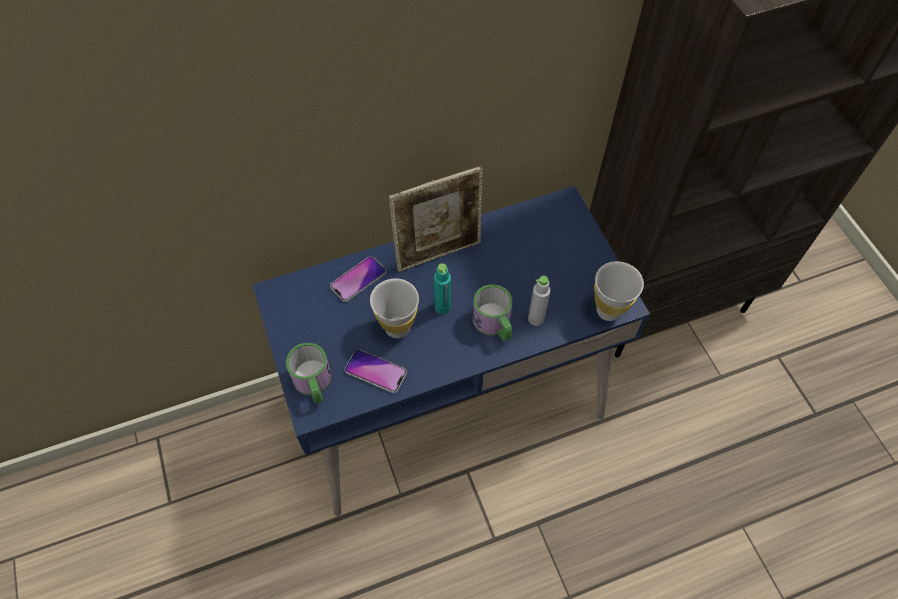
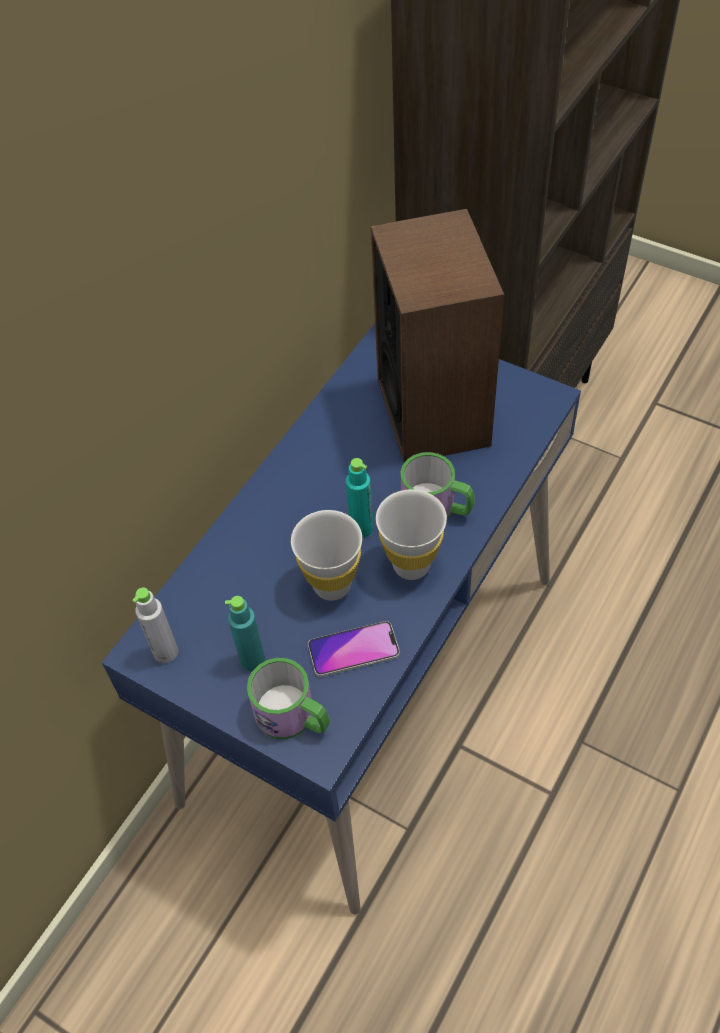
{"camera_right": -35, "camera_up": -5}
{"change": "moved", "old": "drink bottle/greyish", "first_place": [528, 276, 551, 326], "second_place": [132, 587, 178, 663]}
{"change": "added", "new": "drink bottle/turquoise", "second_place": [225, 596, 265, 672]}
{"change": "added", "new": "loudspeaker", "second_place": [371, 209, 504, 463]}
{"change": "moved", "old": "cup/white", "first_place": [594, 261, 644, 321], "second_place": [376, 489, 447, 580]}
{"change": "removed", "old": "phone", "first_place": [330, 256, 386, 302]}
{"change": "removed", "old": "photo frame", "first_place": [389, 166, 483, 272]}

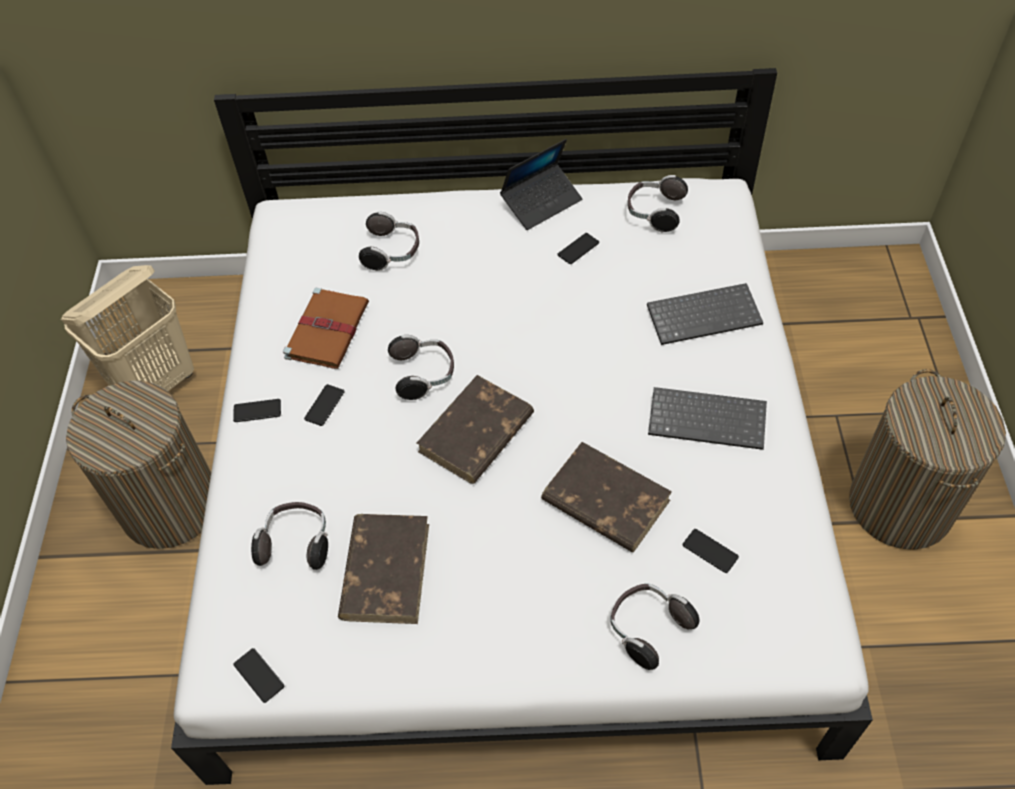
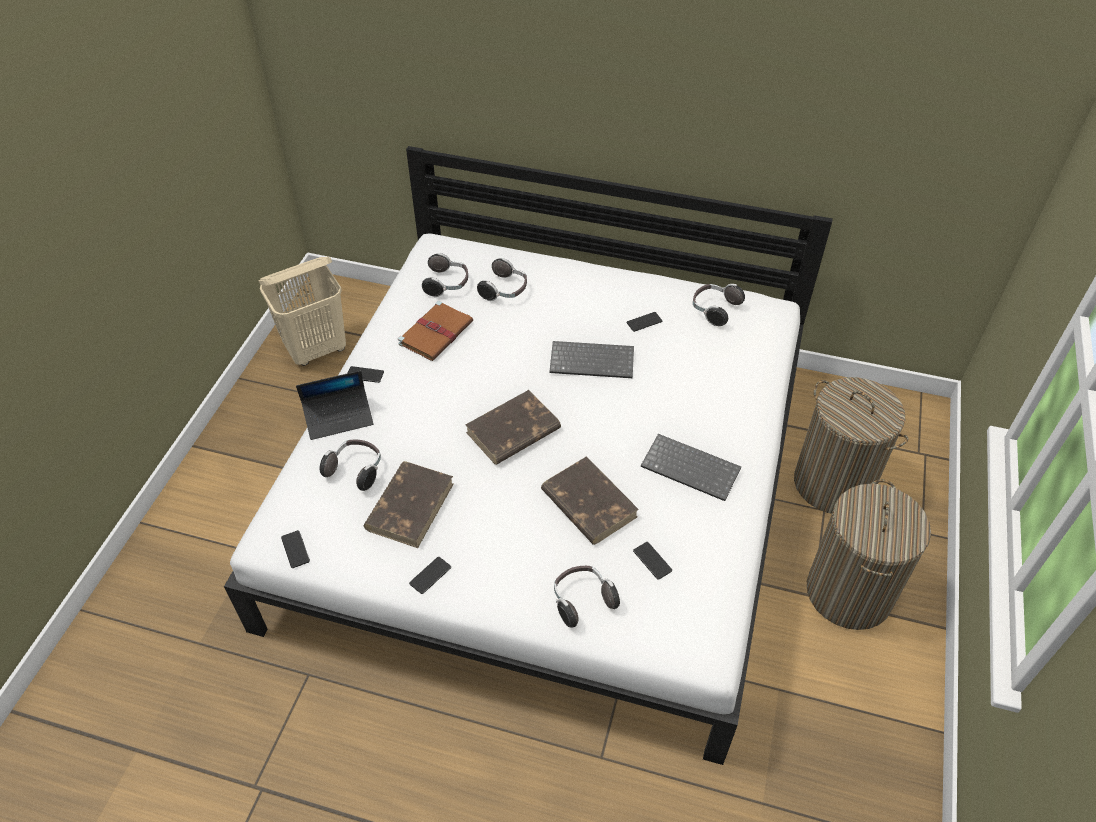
{"camera_right": 15, "camera_up": -5}
{"change": "moved", "old": "portable computer", "first_place": [500, 139, 582, 230], "second_place": [296, 371, 374, 440]}
{"change": "moved", "old": "phone", "first_place": [304, 384, 344, 426], "second_place": [409, 557, 451, 594]}
{"change": "moved", "old": "headphones", "first_place": [388, 335, 454, 400], "second_place": [422, 253, 468, 297]}
{"change": "moved", "old": "PC keyboard", "first_place": [647, 283, 763, 345], "second_place": [549, 341, 634, 378]}
{"change": "moved", "old": "washing basket", "first_place": [66, 380, 211, 549], "second_place": [794, 377, 908, 514]}

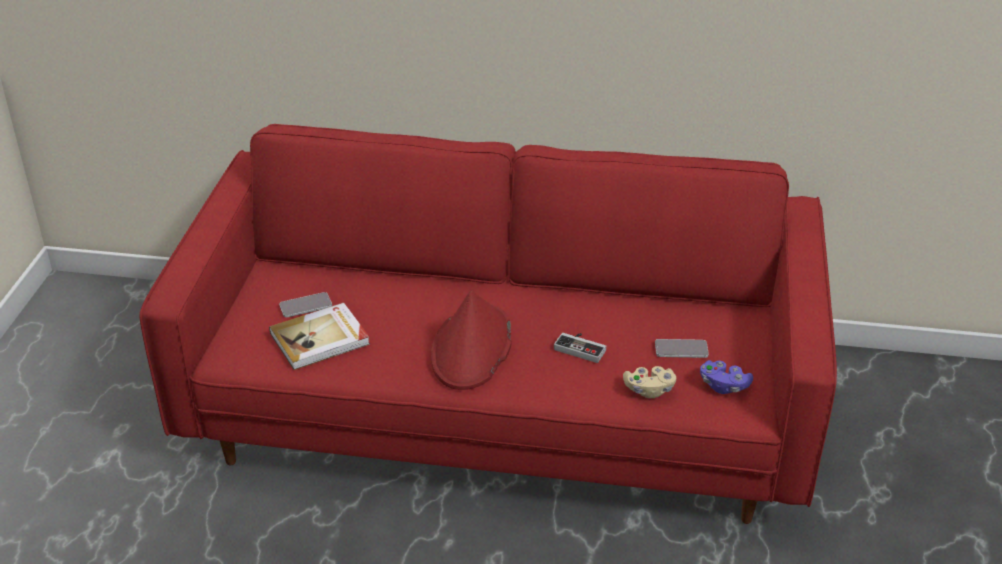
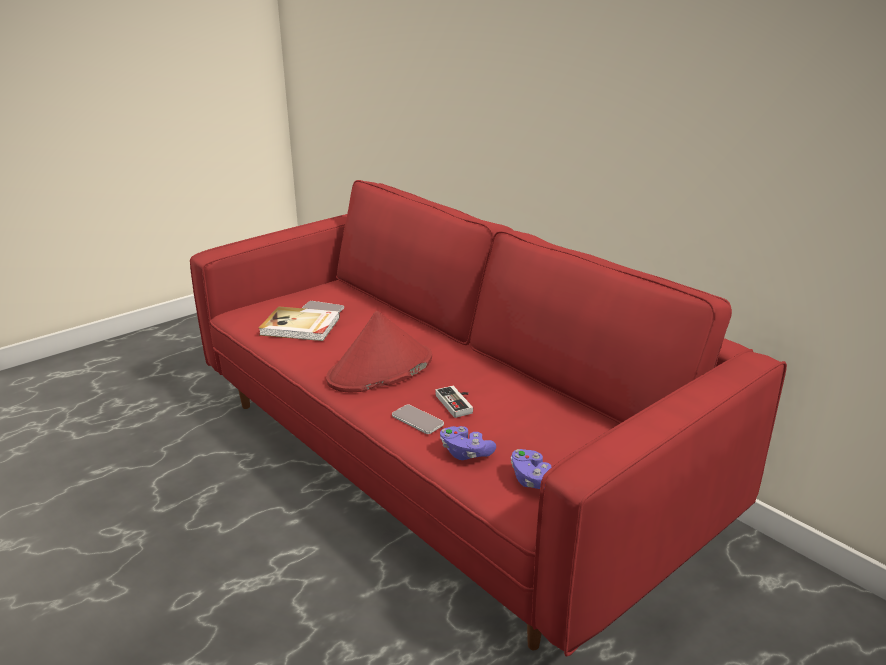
{"camera_right": 40, "camera_up": -10}
{"change": "moved", "old": "phone", "first_place": [655, 339, 709, 358], "second_place": [392, 404, 444, 434]}
{"change": "recoloured", "old": "game controller/beige-coloured", "new": "game controller/purple", "first_place": [623, 366, 676, 398], "second_place": [440, 426, 496, 460]}

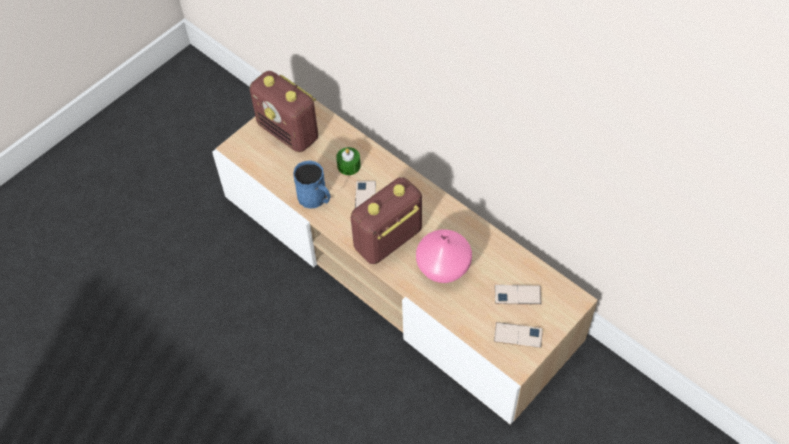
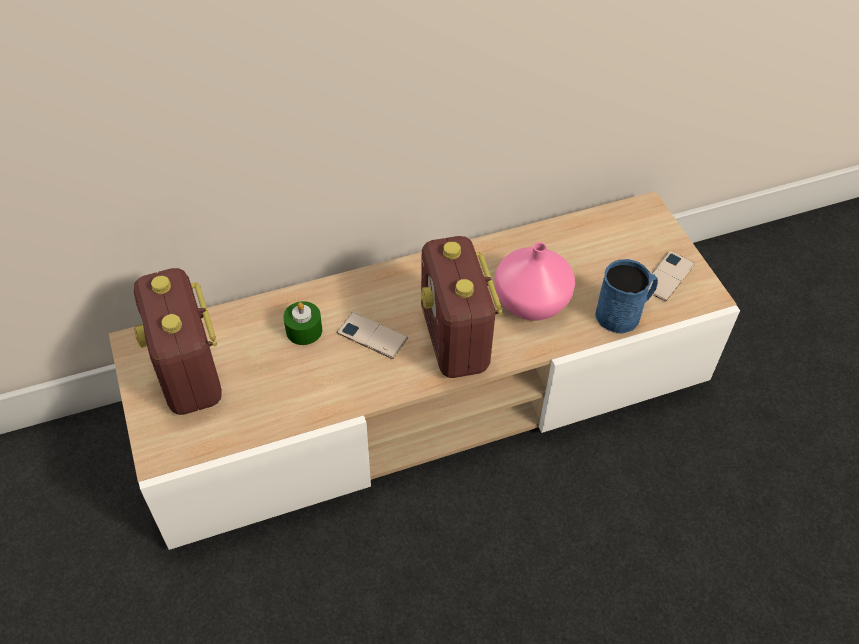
{"camera_right": -65, "camera_up": -5}
{"change": "turned", "old": "radio", "first_place": [250, 71, 318, 152], "second_place": [134, 268, 222, 415], "degrees": 90}
{"change": "moved", "old": "coffee mug/blue", "first_place": [294, 161, 330, 209], "second_place": [595, 259, 658, 334]}
{"change": "removed", "old": "phone", "first_place": [495, 285, 542, 305]}

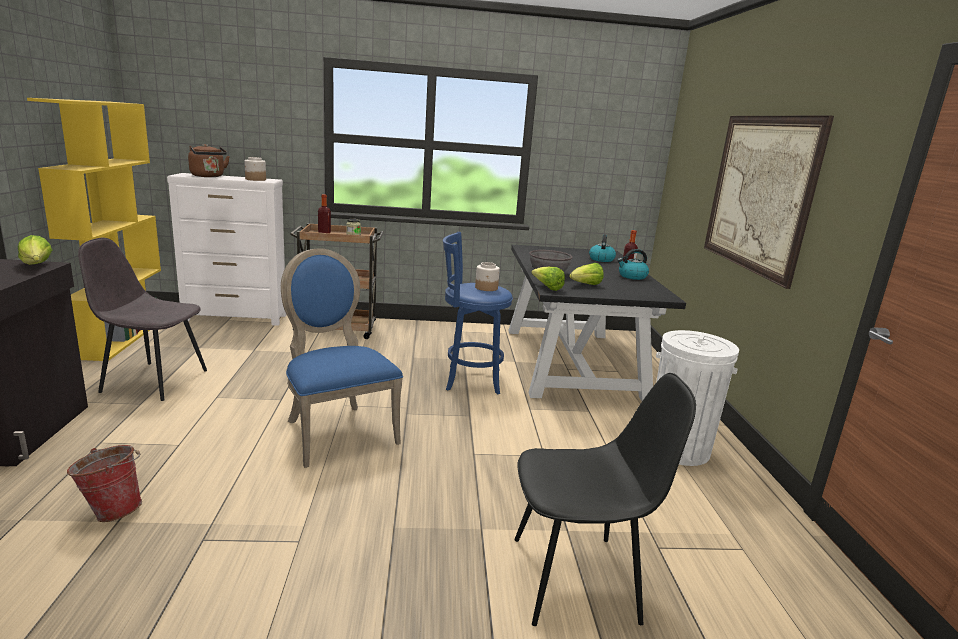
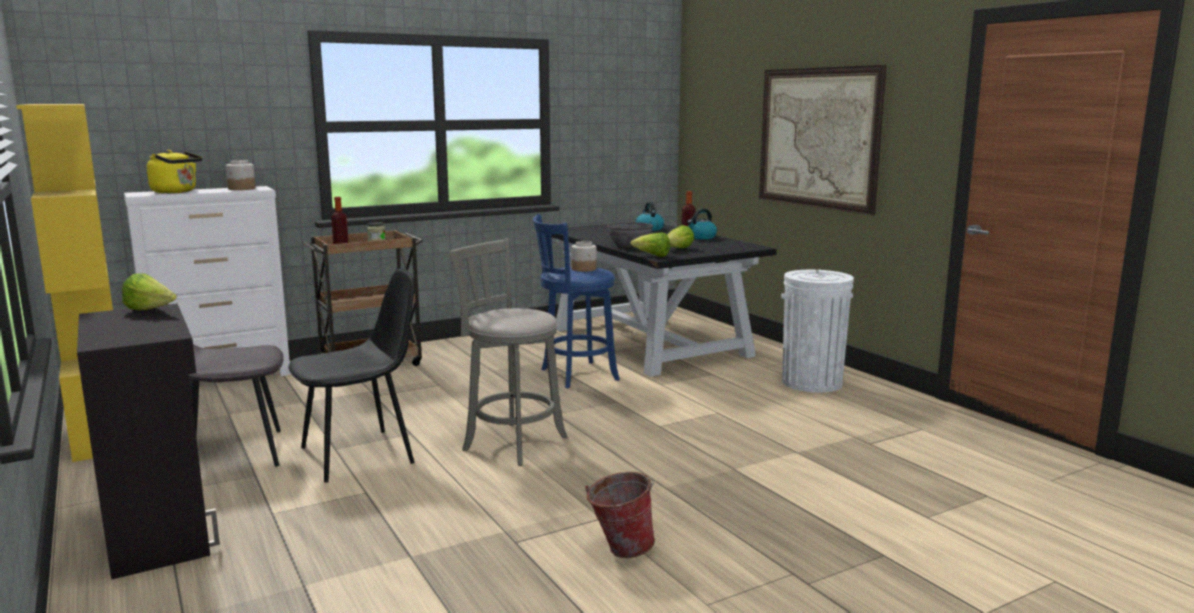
{"camera_right": -25, "camera_up": -5}
{"change": "recoloured", "old": "tea kettle/brownish", "new": "tea kettle/yellow", "first_place": [188, 144, 230, 177], "second_place": [147, 150, 202, 193]}
{"change": "moved", "old": "upright chair/blackish", "first_place": [515, 373, 696, 626], "second_place": [288, 268, 415, 483]}
{"change": "replaced", "old": "upright chair/blue", "new": "stool seat/greyish", "first_place": [281, 248, 403, 468], "second_place": [449, 238, 567, 466]}
{"change": "moved", "old": "water bucket", "first_place": [67, 445, 142, 522], "second_place": [585, 472, 655, 558]}

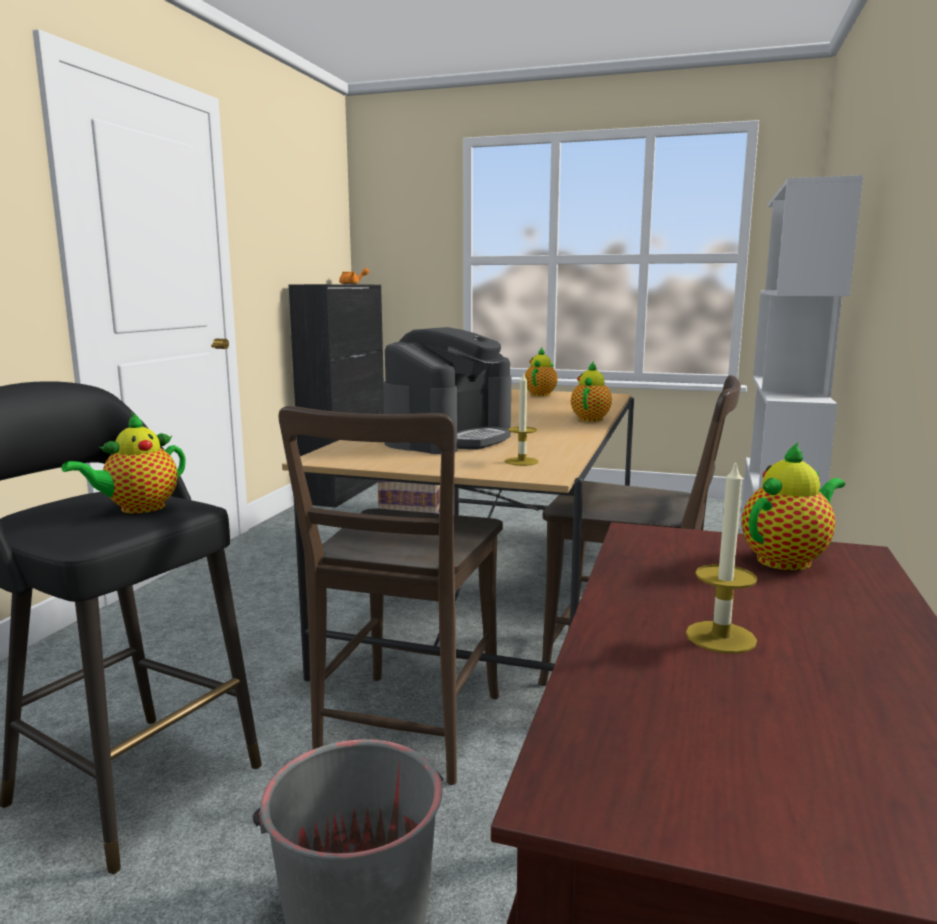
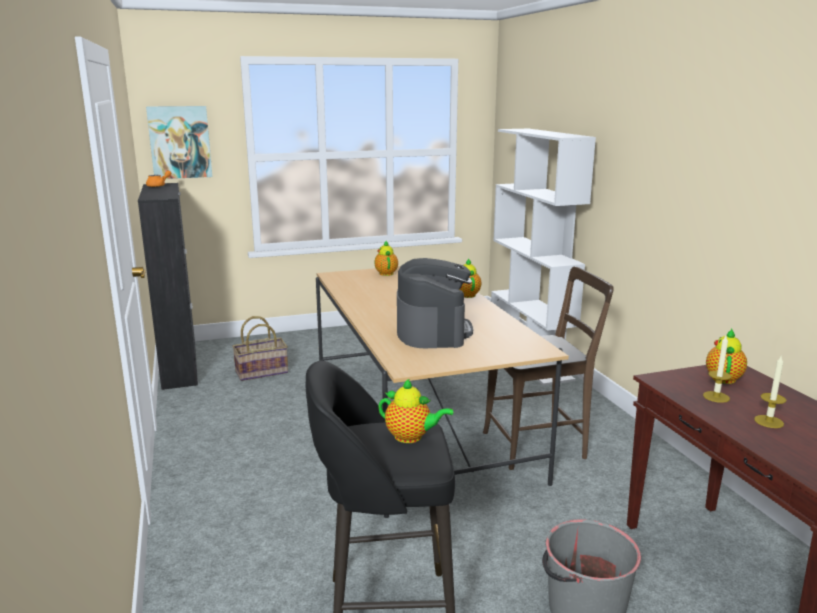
{"camera_right": -35, "camera_up": 5}
{"change": "added", "new": "wall picture", "second_place": [146, 106, 212, 179]}
{"change": "turned", "old": "teapot", "first_place": [62, 413, 185, 514], "second_place": [378, 379, 453, 443], "degrees": -75}
{"change": "moved", "old": "candle", "first_place": [505, 372, 539, 466], "second_place": [703, 336, 731, 403]}
{"change": "removed", "old": "upright chair/brownish", "first_place": [278, 406, 503, 785]}

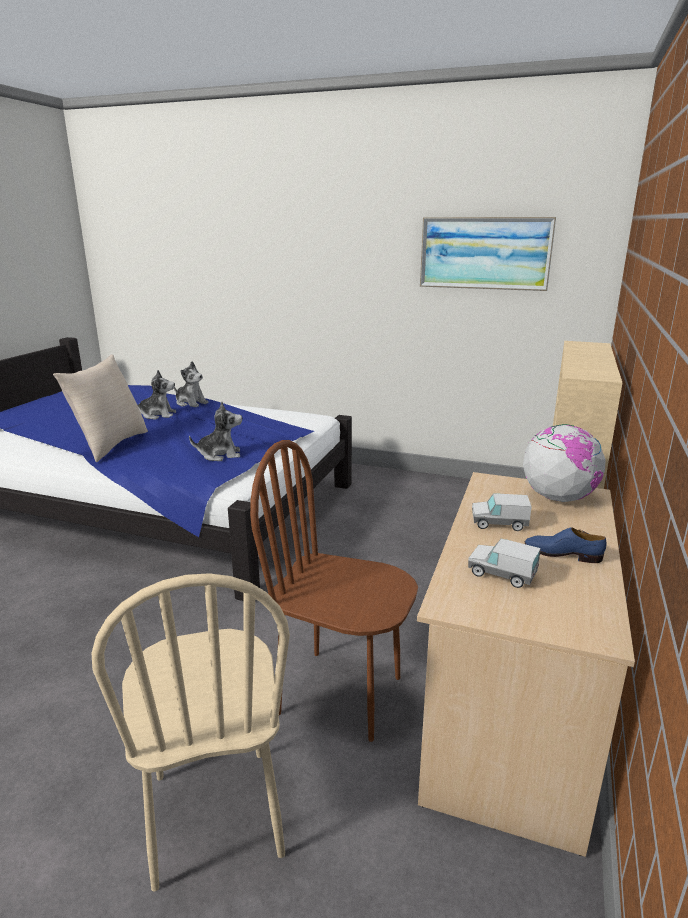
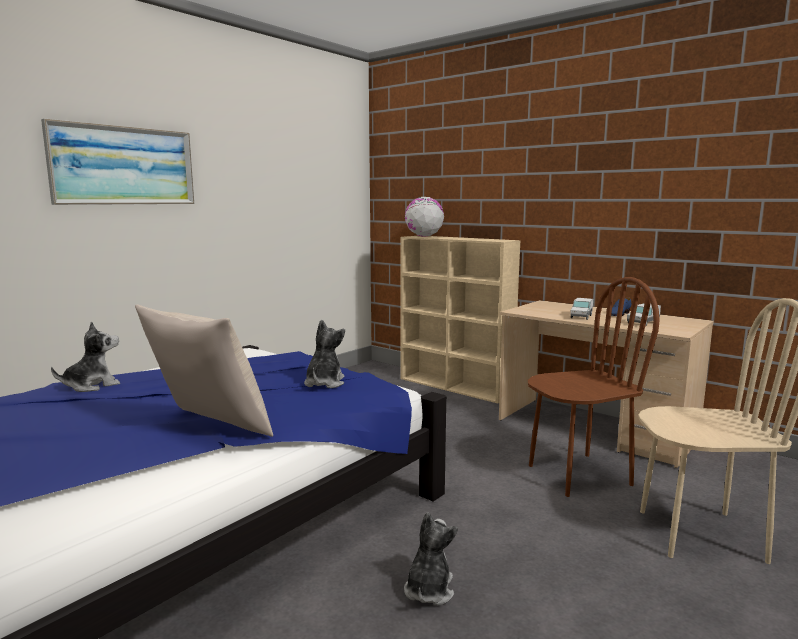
{"camera_right": -70, "camera_up": -10}
{"change": "moved", "old": "wall picture", "first_place": [420, 217, 556, 291], "second_place": [41, 119, 194, 205]}
{"change": "moved", "old": "cuddly toy", "first_place": [137, 370, 176, 419], "second_place": [404, 512, 458, 605]}
{"change": "moved", "old": "desk globe", "first_place": [523, 424, 606, 502], "second_place": [405, 197, 444, 237]}
{"change": "turned", "old": "upright chair/brownish", "first_place": [250, 440, 418, 742], "second_place": [528, 277, 660, 497], "degrees": -150}

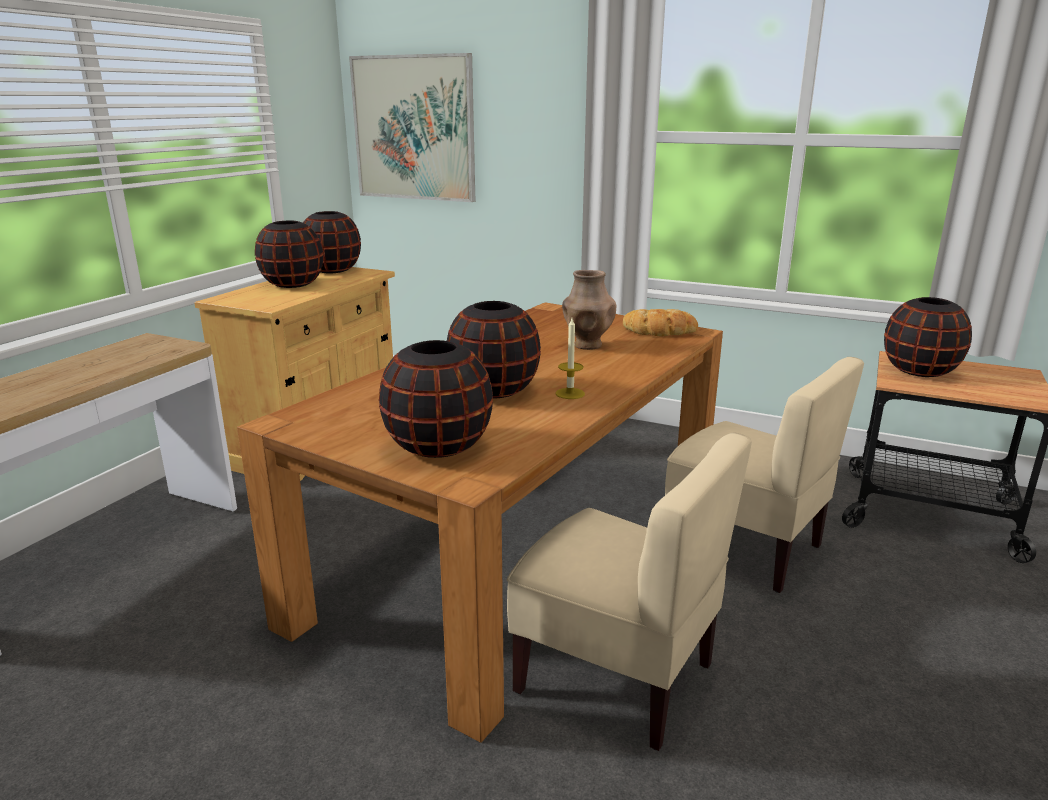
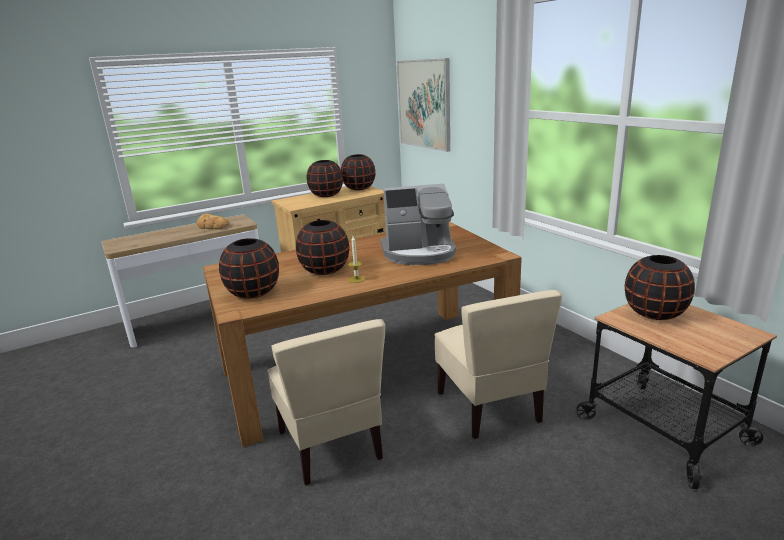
{"camera_right": 35, "camera_up": 0}
{"change": "moved", "old": "bread", "first_place": [623, 309, 698, 336], "second_place": [197, 214, 229, 230]}
{"change": "replaced", "old": "vase/brownish", "new": "coffee machine", "first_place": [562, 270, 616, 350], "second_place": [381, 184, 456, 265]}

